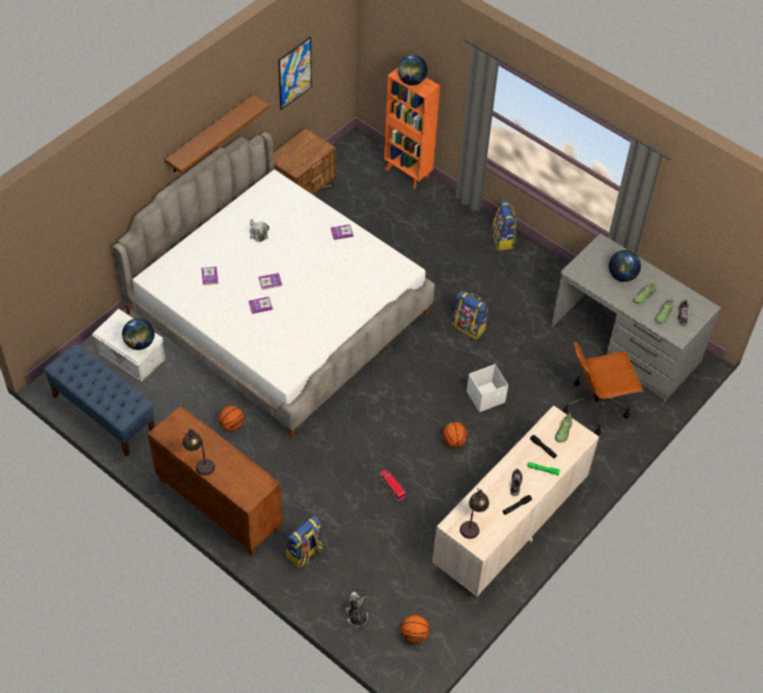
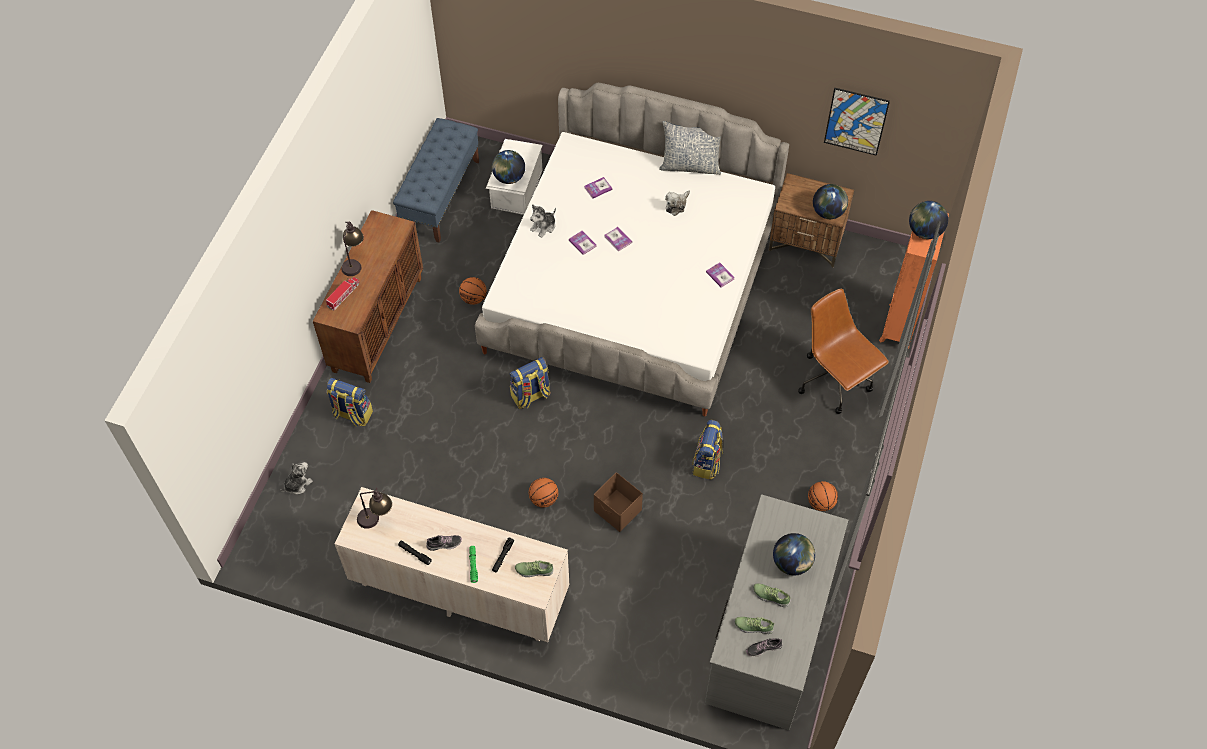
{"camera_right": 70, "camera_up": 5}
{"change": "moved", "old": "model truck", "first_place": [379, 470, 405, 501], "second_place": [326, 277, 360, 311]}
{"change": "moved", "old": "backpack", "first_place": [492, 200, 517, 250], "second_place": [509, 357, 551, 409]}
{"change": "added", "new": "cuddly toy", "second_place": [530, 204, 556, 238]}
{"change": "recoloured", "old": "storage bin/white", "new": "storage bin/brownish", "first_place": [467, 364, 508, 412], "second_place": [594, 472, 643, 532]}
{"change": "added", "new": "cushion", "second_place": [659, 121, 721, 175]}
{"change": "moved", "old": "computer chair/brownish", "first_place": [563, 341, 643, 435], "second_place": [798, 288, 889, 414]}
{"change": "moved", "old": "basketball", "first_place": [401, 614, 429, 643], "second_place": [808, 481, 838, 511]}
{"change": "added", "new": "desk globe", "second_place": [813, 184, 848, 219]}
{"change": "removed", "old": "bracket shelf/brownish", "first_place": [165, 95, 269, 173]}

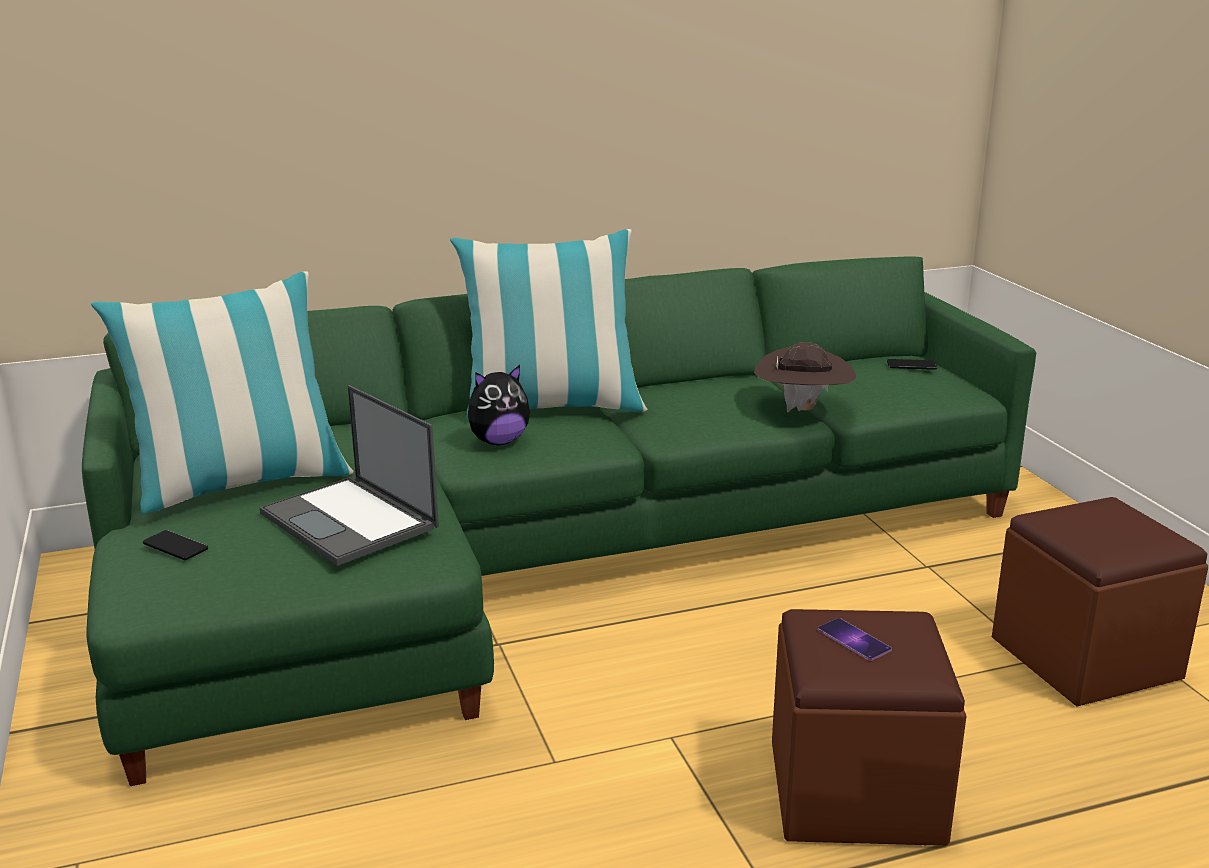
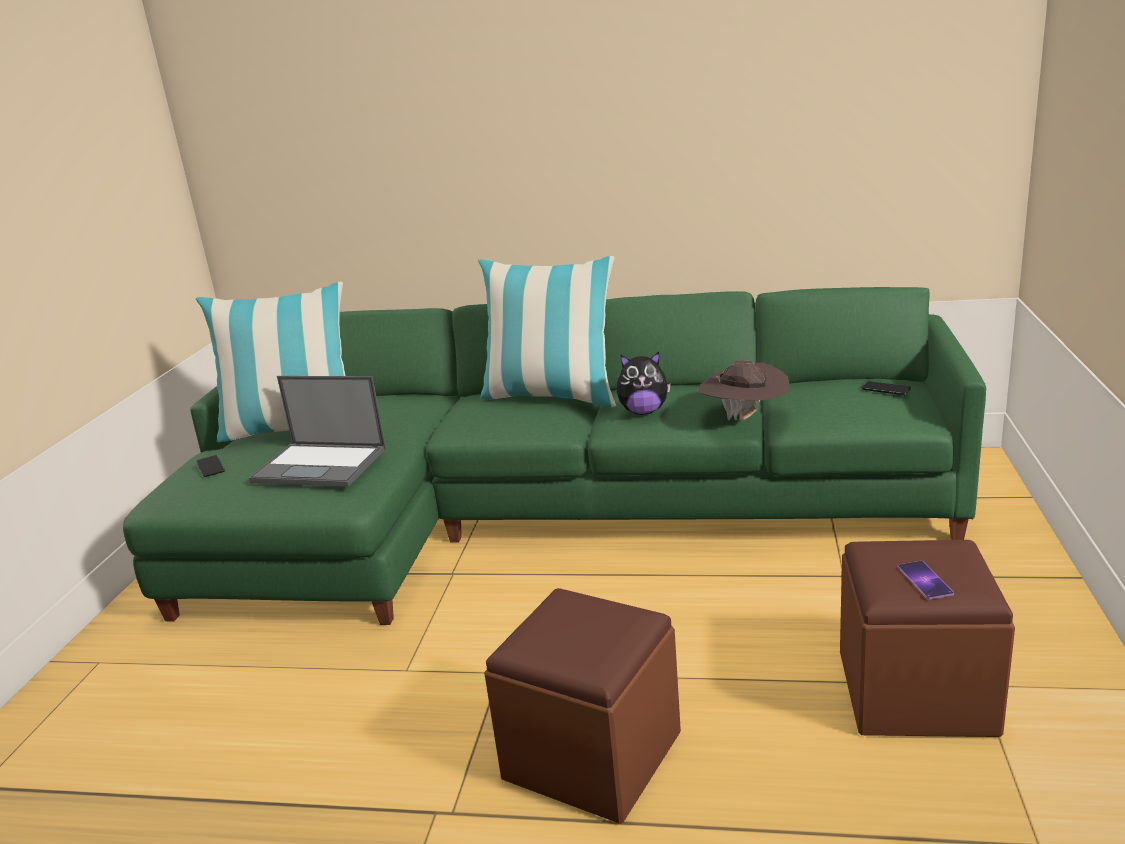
{"camera_right": 30, "camera_up": 0}
{"change": "turned", "old": "portable computer", "first_place": [259, 385, 439, 566], "second_place": [249, 376, 386, 487], "degrees": -60}
{"change": "moved", "old": "cuddly toy", "first_place": [468, 365, 530, 445], "second_place": [617, 352, 671, 415]}
{"change": "moved", "old": "phone", "first_place": [818, 618, 892, 661], "second_place": [897, 561, 954, 600]}

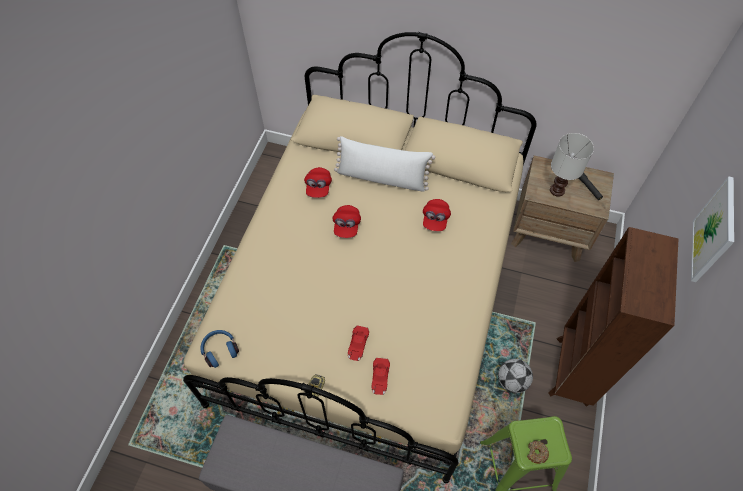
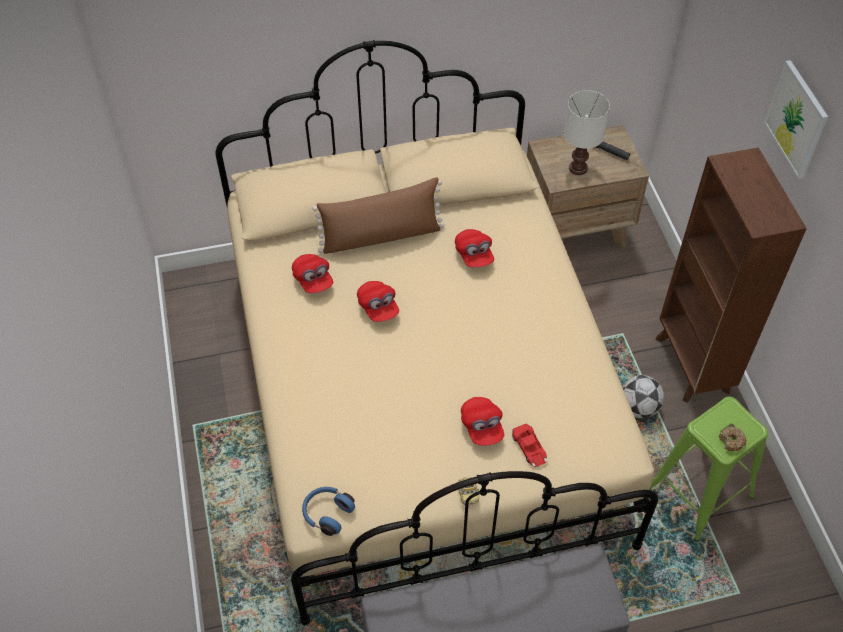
{"camera_right": -30, "camera_up": -5}
{"change": "recoloured", "old": "cushion/white", "new": "cushion/brownish", "first_place": [334, 136, 435, 192], "second_place": [312, 177, 444, 254]}
{"change": "replaced", "old": "miniature car/red", "new": "cap/red", "first_place": [348, 325, 369, 361], "second_place": [461, 397, 504, 446]}

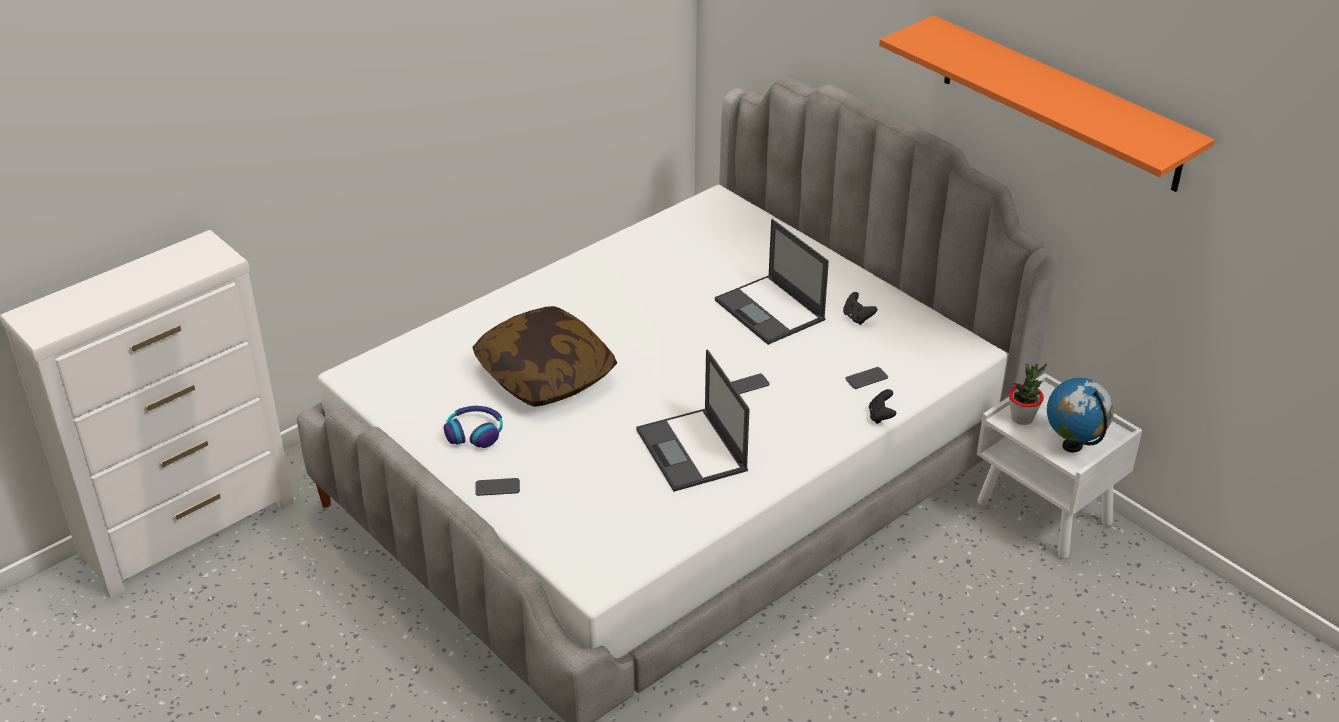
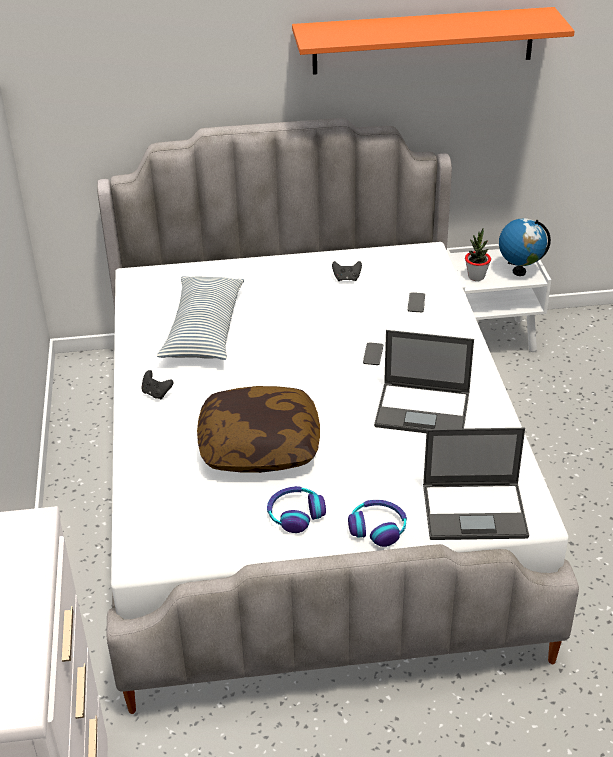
{"camera_right": -55, "camera_up": 0}
{"change": "moved", "old": "game controller/blackish", "first_place": [869, 389, 896, 424], "second_place": [141, 370, 174, 400]}
{"change": "added", "new": "cushion", "second_place": [157, 276, 244, 360]}
{"change": "replaced", "old": "phone", "new": "headphones", "first_place": [475, 478, 520, 496], "second_place": [348, 500, 407, 547]}
{"change": "moved", "old": "portable computer", "first_place": [715, 219, 829, 345], "second_place": [423, 428, 529, 540]}

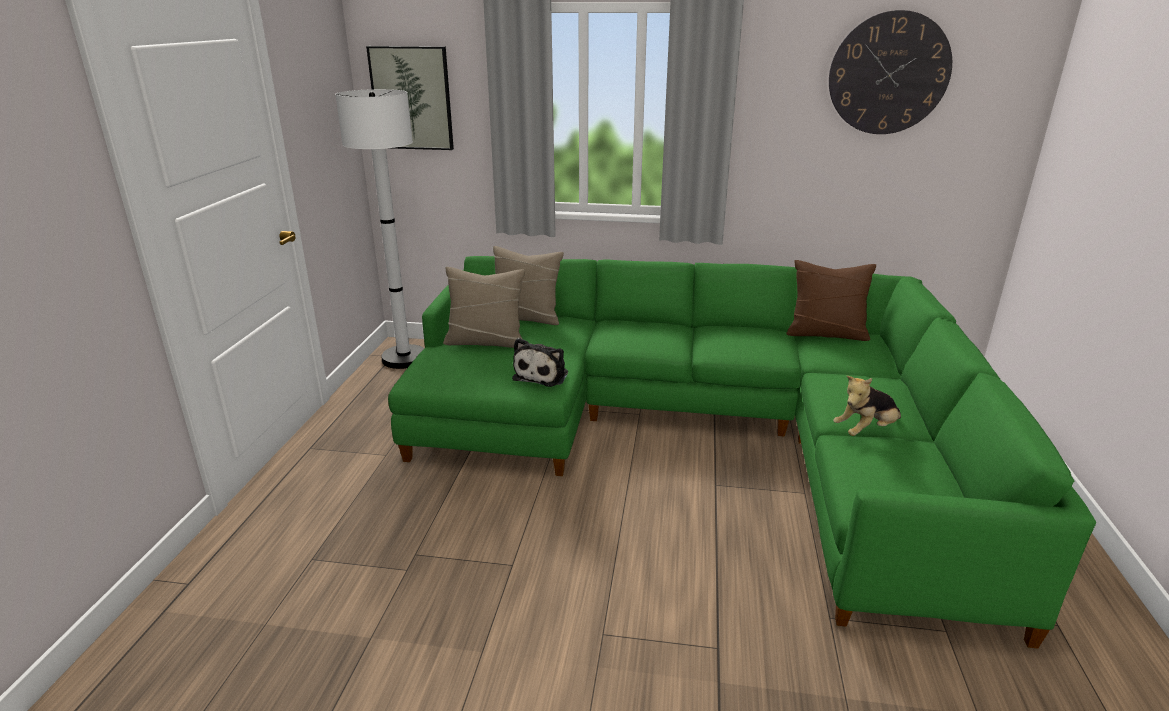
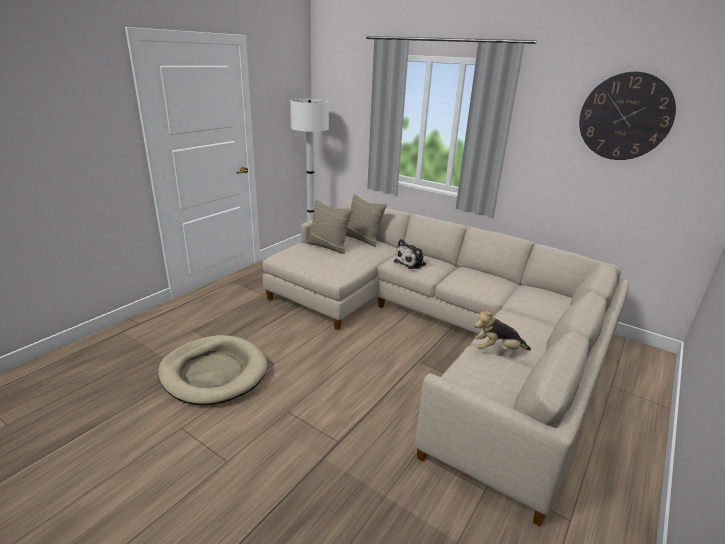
{"camera_right": 25, "camera_up": 0}
{"change": "added", "new": "dog bed/beige-coloured", "second_place": [158, 335, 267, 405]}
{"change": "recoloured", "old": "settee/green", "new": "settee/beige-coloured", "first_place": [388, 256, 1096, 649], "second_place": [262, 199, 629, 526]}
{"change": "moved", "old": "cuddly toy", "first_place": [512, 338, 568, 387], "second_place": [394, 239, 426, 269]}
{"change": "removed", "old": "wall picture", "first_place": [366, 46, 454, 150]}
{"change": "removed", "old": "cushion/brownish", "first_place": [786, 260, 876, 341]}

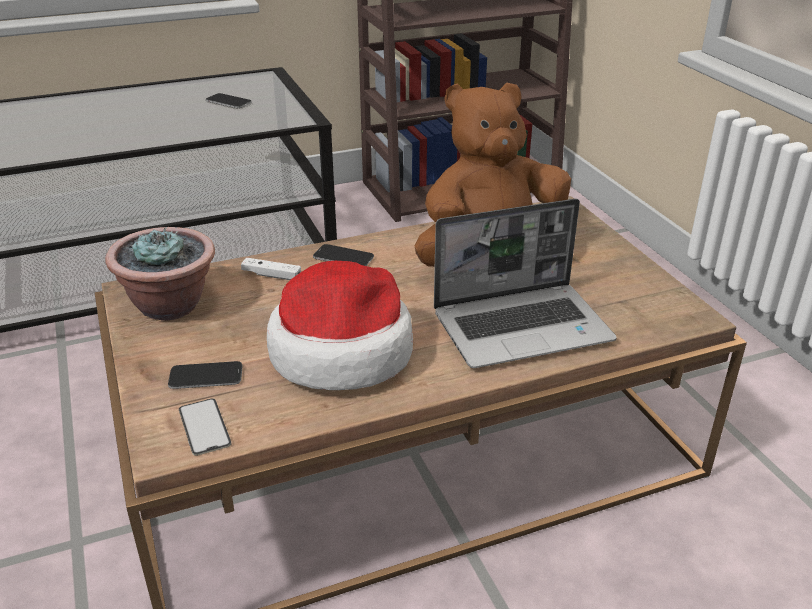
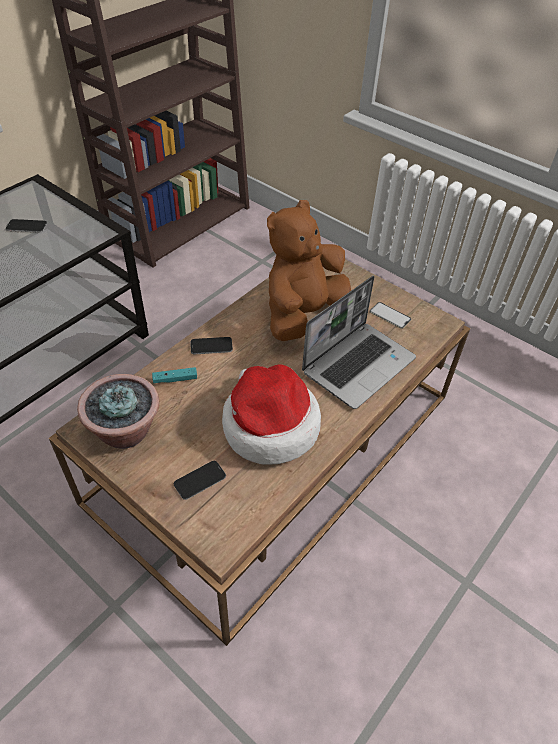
{"camera_right": -30, "camera_up": 15}
{"change": "recoloured", "old": "game controller/white", "new": "game controller/turquoise", "first_place": [241, 258, 301, 280], "second_place": [152, 367, 197, 383]}
{"change": "moved", "old": "phone", "first_place": [179, 398, 232, 456], "second_place": [370, 302, 411, 329]}

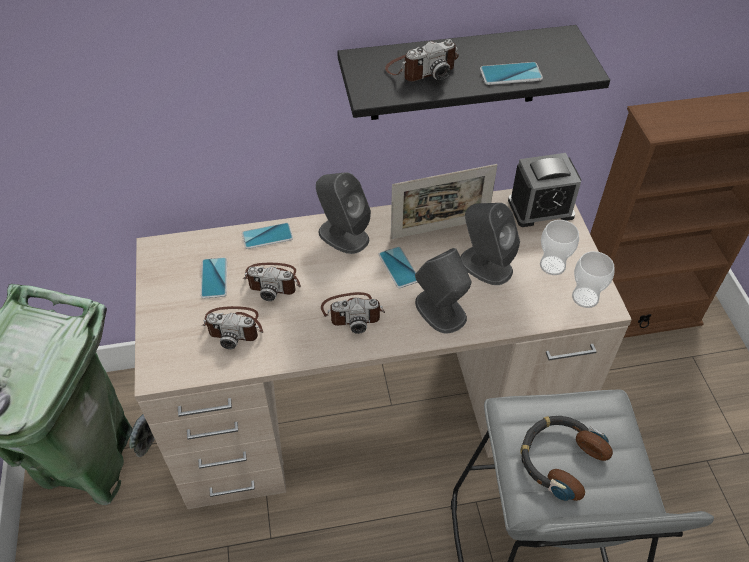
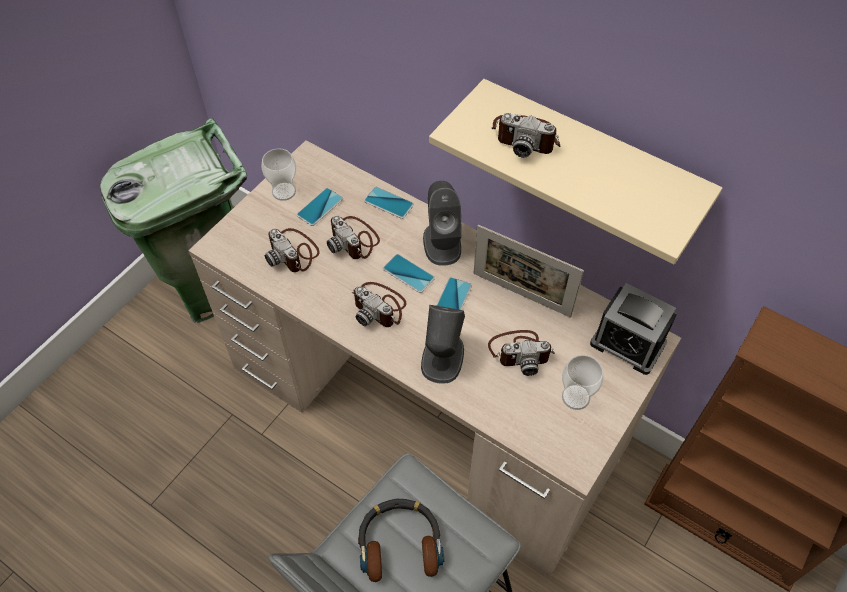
{"camera_right": 45, "camera_up": 5}
{"change": "moved", "old": "cup", "first_place": [572, 251, 614, 308], "second_place": [262, 148, 296, 201]}
{"change": "moved", "old": "phone", "first_place": [480, 62, 543, 85], "second_place": [383, 254, 435, 293]}
{"change": "recoloured", "old": "bracket shelf/blackish", "new": "bracket shelf/beige-coloured", "first_place": [337, 25, 610, 120], "second_place": [429, 79, 722, 264]}
{"change": "replaced", "old": "loudspeaker/greyish", "new": "still camera", "first_place": [460, 203, 520, 285], "second_place": [488, 330, 555, 376]}

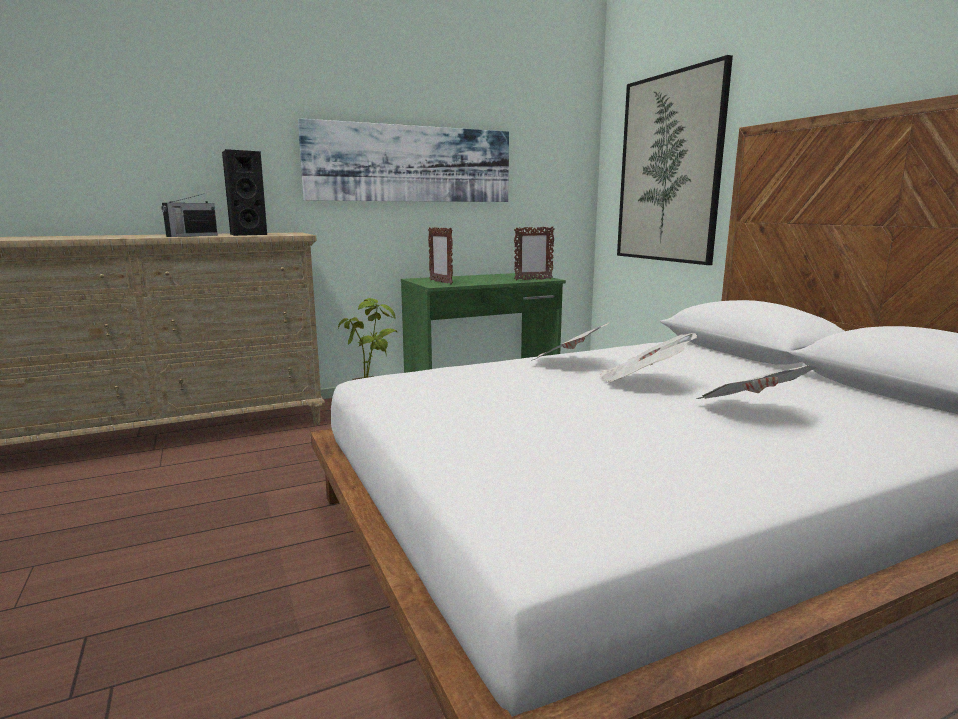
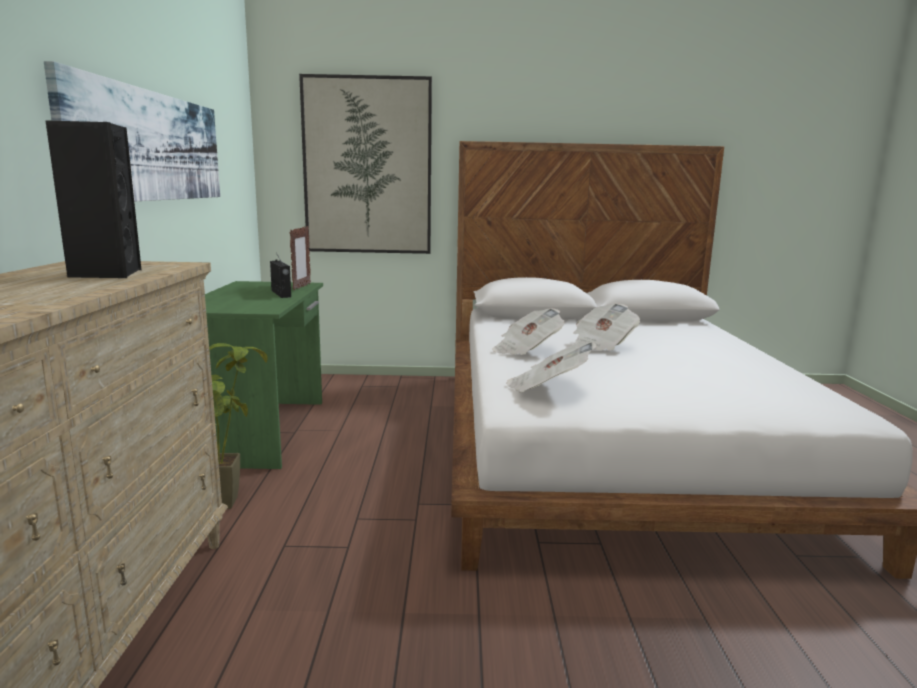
{"camera_right": -65, "camera_up": 0}
{"change": "moved", "old": "radio", "first_place": [161, 193, 218, 237], "second_place": [270, 253, 291, 298]}
{"change": "moved", "old": "printed paper", "first_place": [696, 365, 816, 399], "second_place": [506, 342, 597, 393]}
{"change": "removed", "old": "photo frame", "first_place": [428, 227, 453, 284]}

